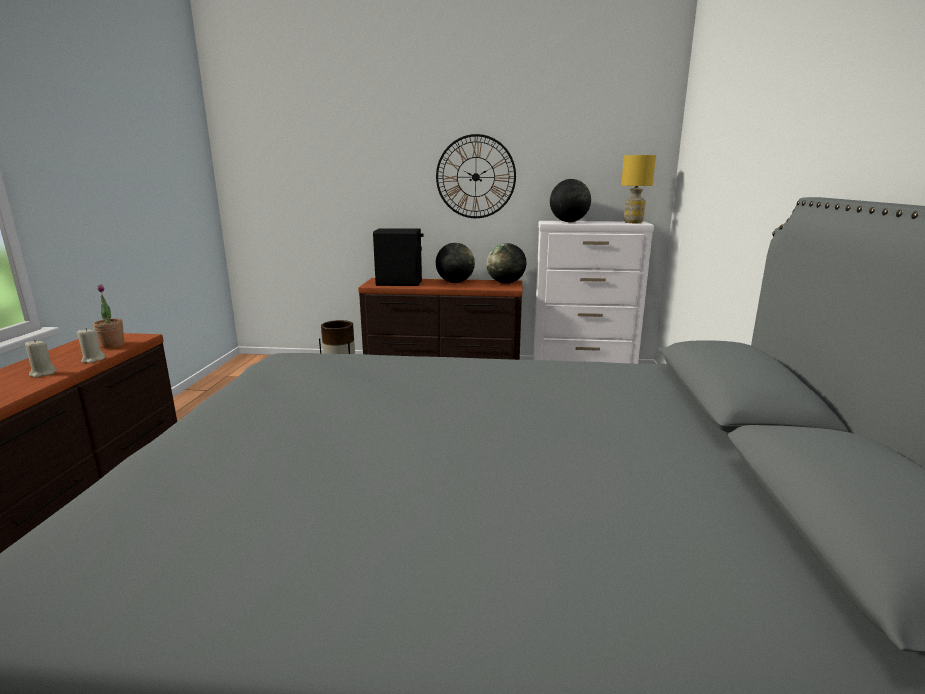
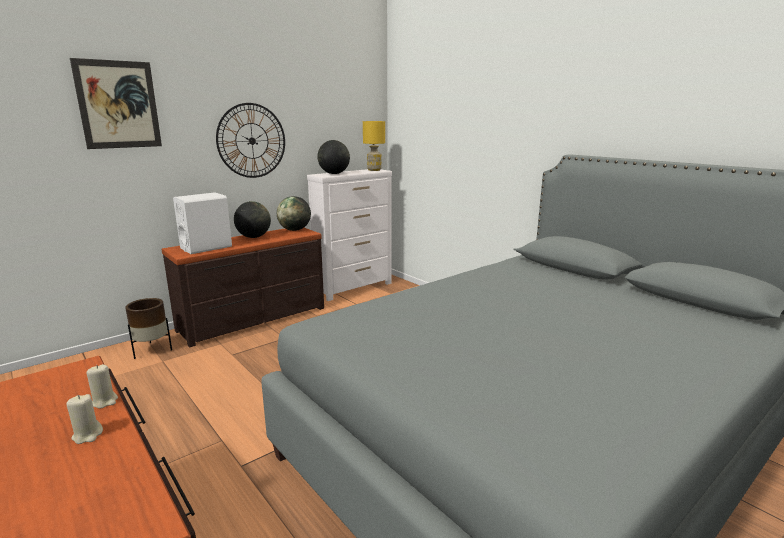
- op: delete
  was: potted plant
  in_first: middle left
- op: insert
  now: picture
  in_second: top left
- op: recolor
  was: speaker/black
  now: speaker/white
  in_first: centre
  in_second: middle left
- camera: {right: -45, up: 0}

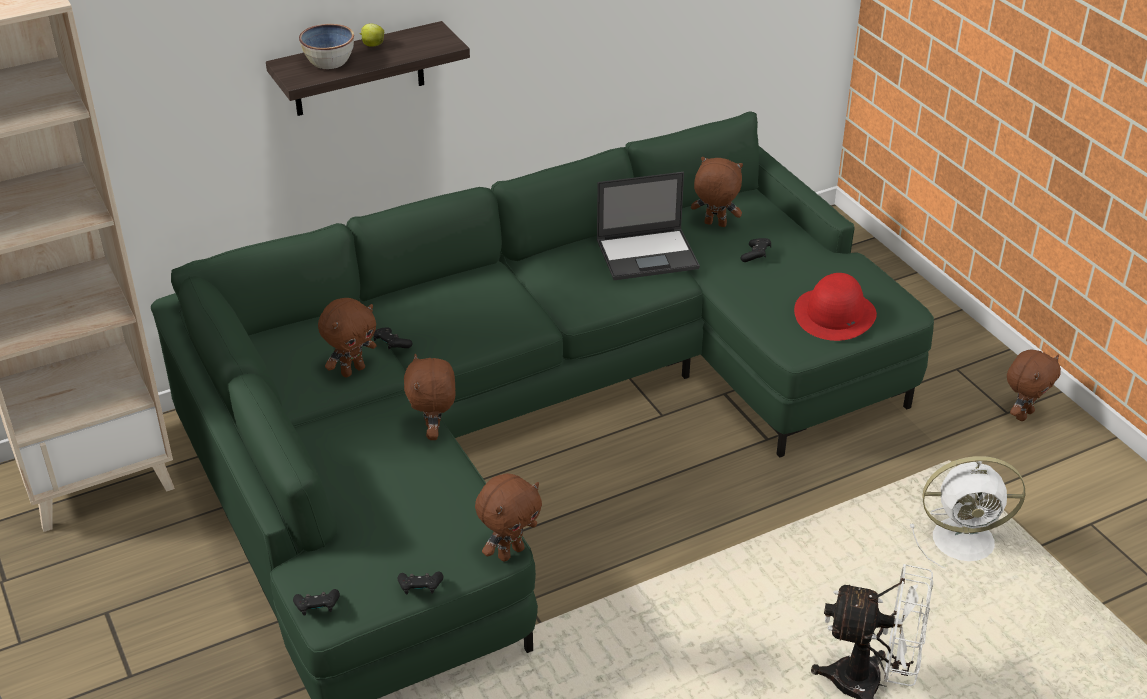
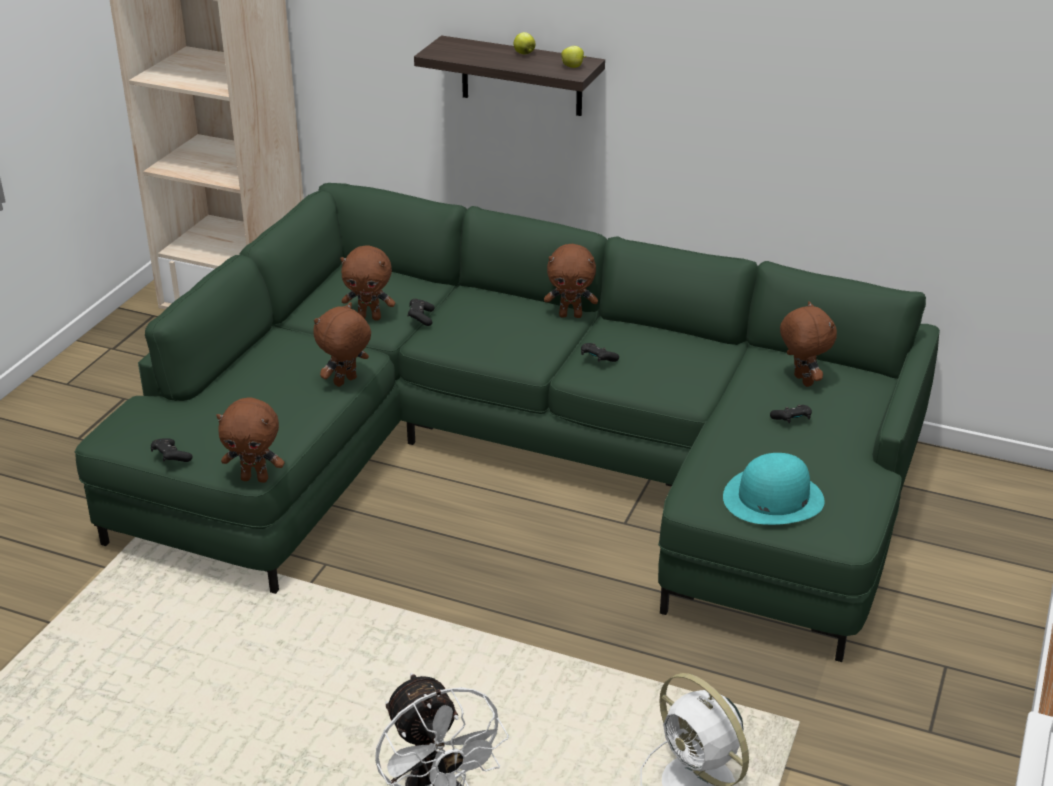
- op: delete
  was: bowl
  in_first: top left
- op: delete
  was: laptop
  in_first: top centre
- op: insert
  now: apple (2nd from left)
  in_second: top centre
- op: move
  was: game controller/black (1st from left in the first image)
  now: game controller/black (3rd from left)
  in_first: bottom left
  in_second: centre
- op: move
  was: plush toy/brown (5th from left in the first image)
  now: plush toy/brown (4th from left)
  in_first: middle right
  in_second: centre
- op: recolor
  was: hat/red
  now: hat/turquoise
  in_first: middle right
  in_second: middle right
- camera: {right: 50, up: -5}

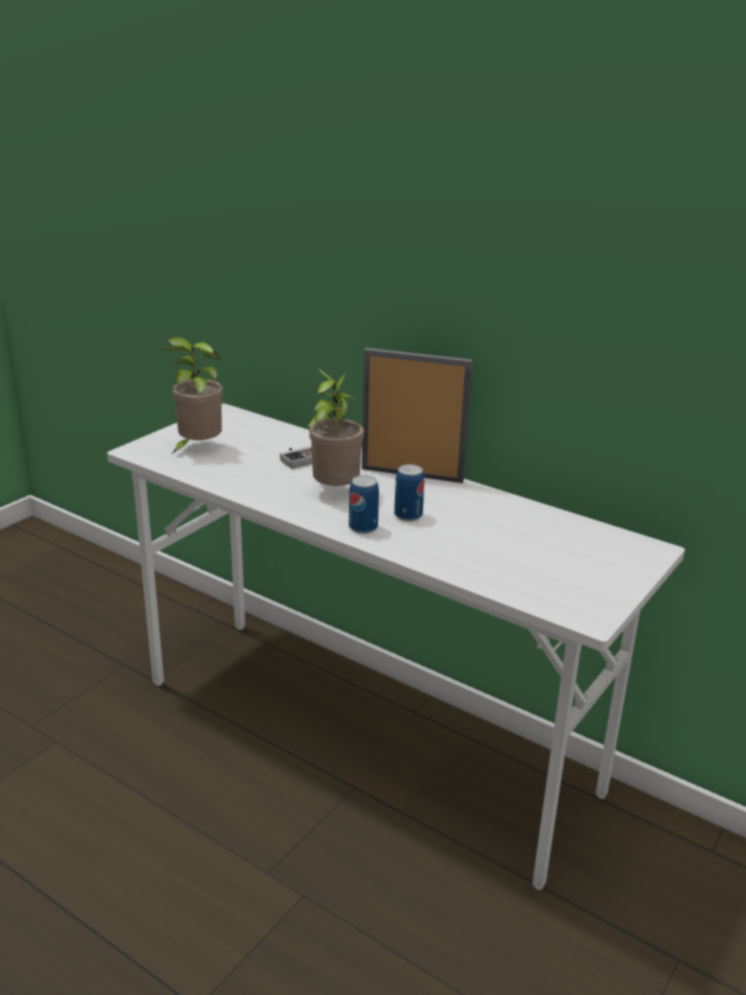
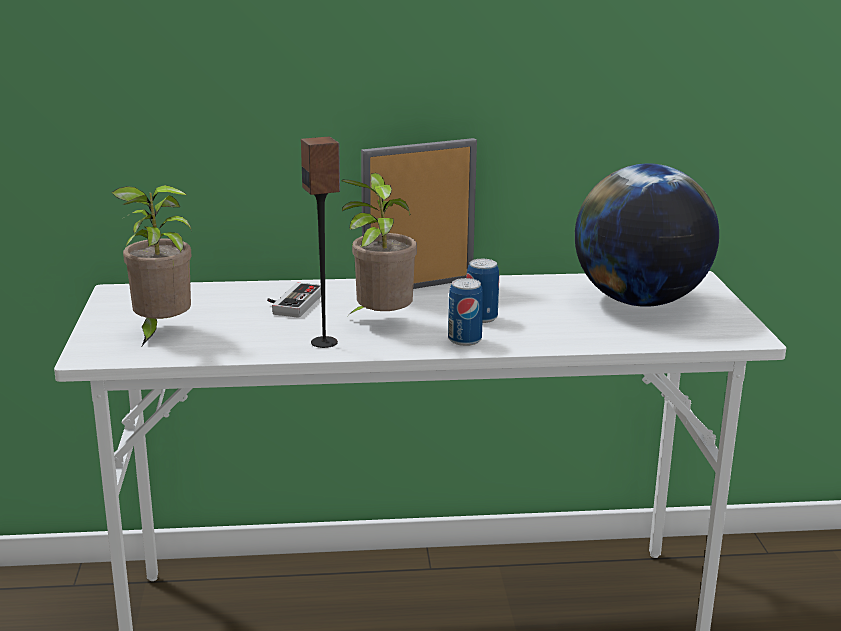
- op: insert
  now: speaker
  in_second: centre
- op: insert
  now: globe
  in_second: middle right
- camera: {right: -40, up: -5}

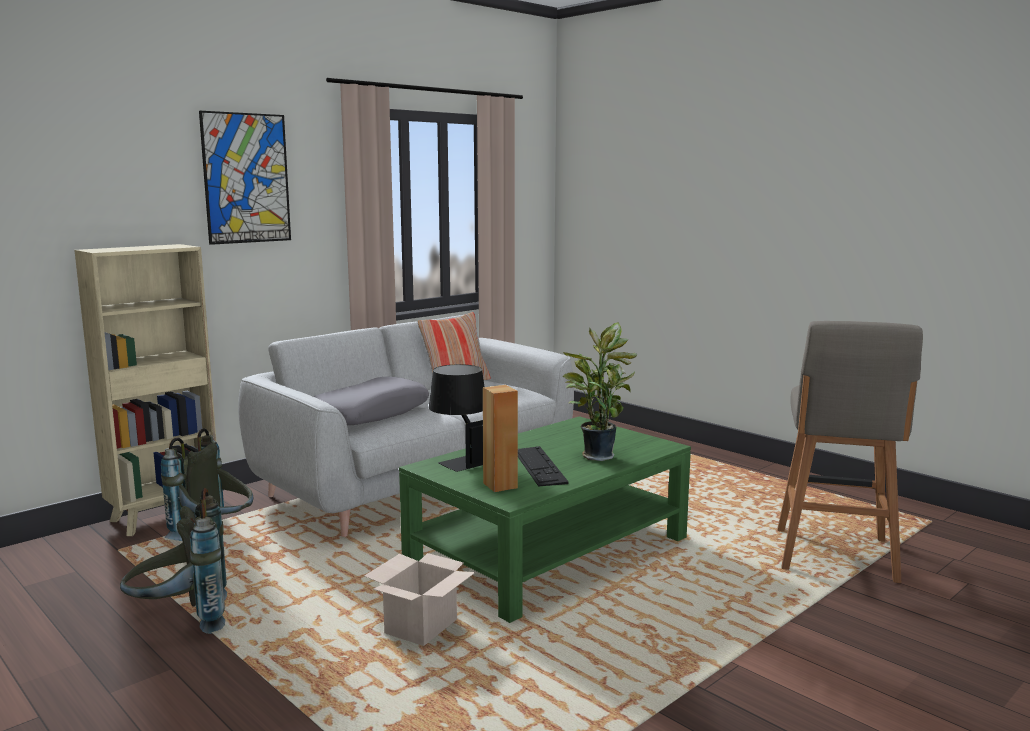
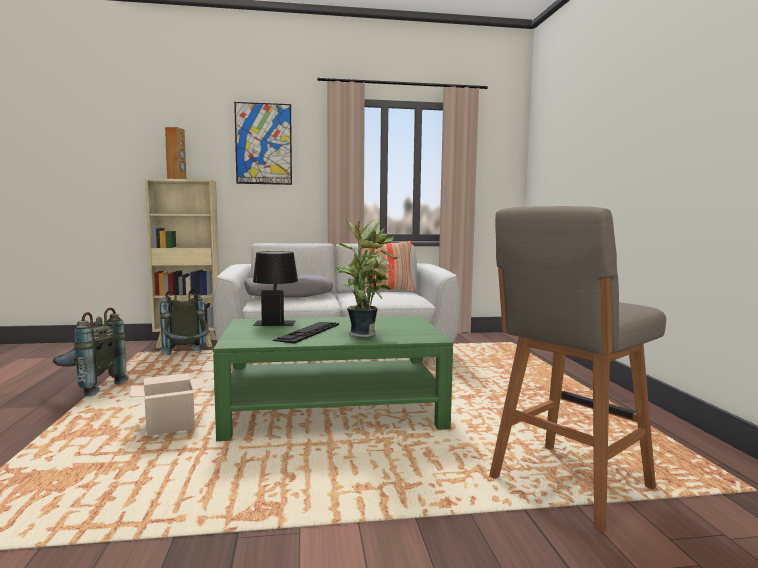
- op: move
  was: speaker/brown
  in_first: centre
  in_second: top left
- camera: {right: 35, up: -5}

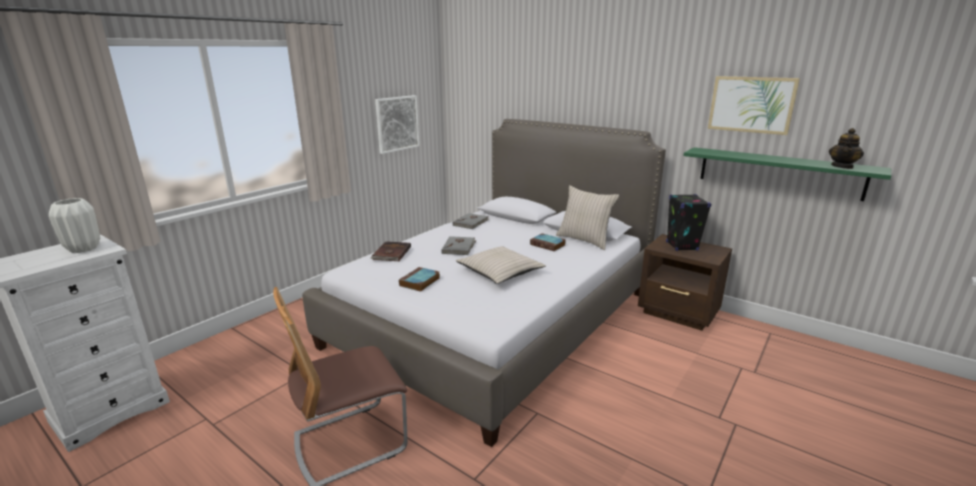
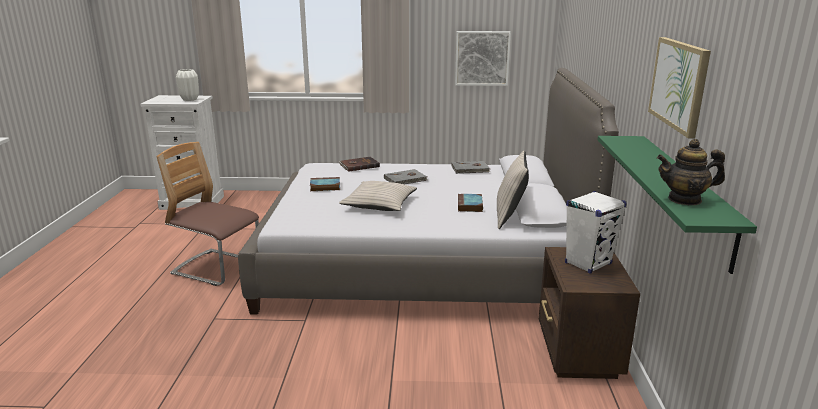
- op: recolor
  was: speaker/black
  now: speaker/white
  in_first: middle right
  in_second: middle right
- camera: {right: 55, up: 0}

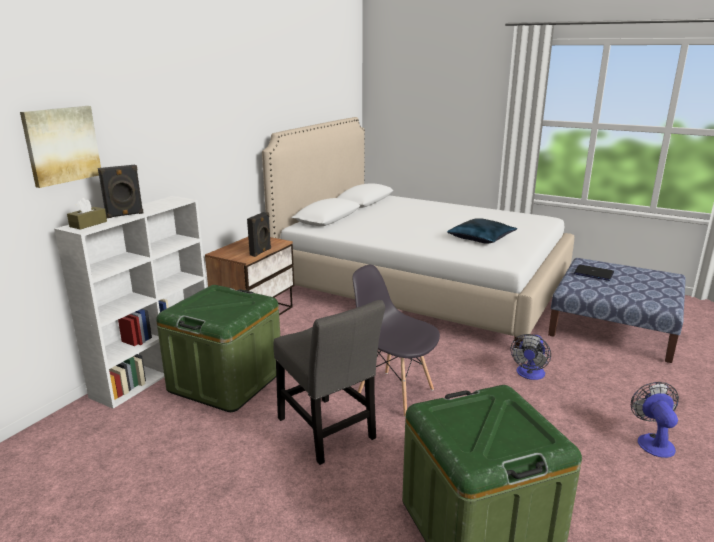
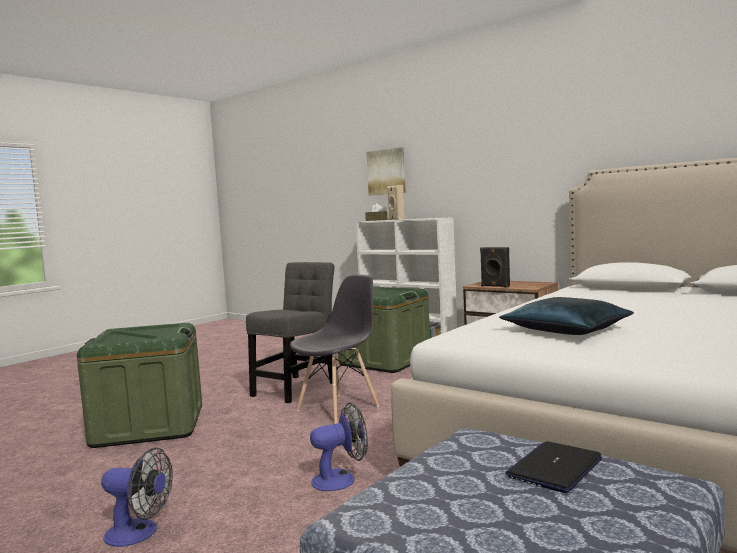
- op: recolor
  was: speaker/black (1st from left)
  now: speaker/beige
  in_first: middle left
  in_second: centre
- op: rotate
  was: chair/grey (1st from left)
  in_first: bottom centre
  in_second: centre
  clockwise: 150
- op: rotate
  was: fan (1st from left in the first image)
  in_first: middle right
  in_second: bottom centre
  clockwise: 120
- camera: {right: 100, up: -15}

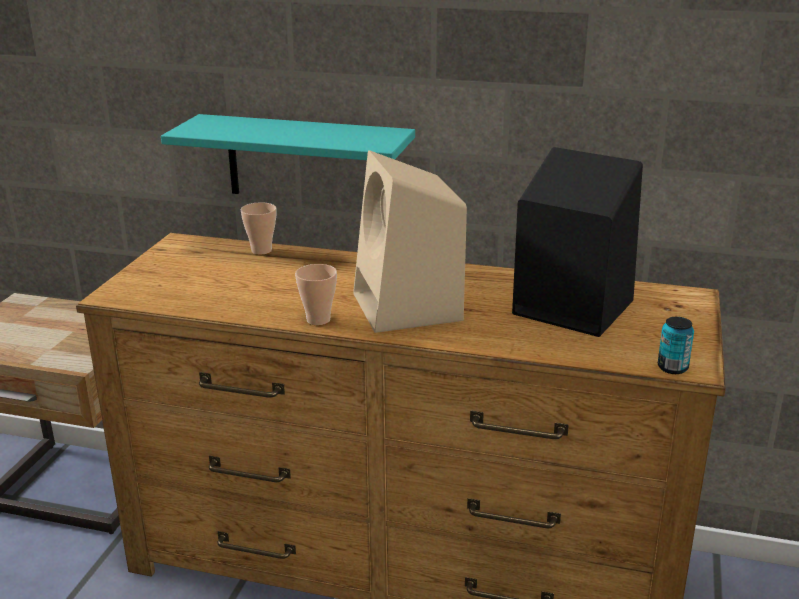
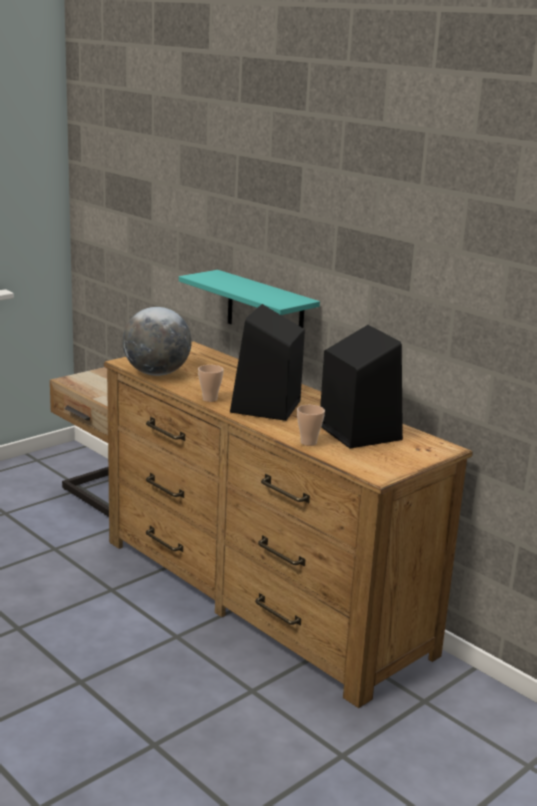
- op: delete
  was: can
  in_first: middle right
- op: insert
  now: globe
  in_second: middle left
- op: move
  was: cup (1st from left in the first image)
  now: cup (2nd from left)
  in_first: middle left
  in_second: centre
- op: recolor
  was: speaker/beige
  now: speaker/black (1st from left)
  in_first: centre
  in_second: centre
- camera: {right: 30, up: -5}

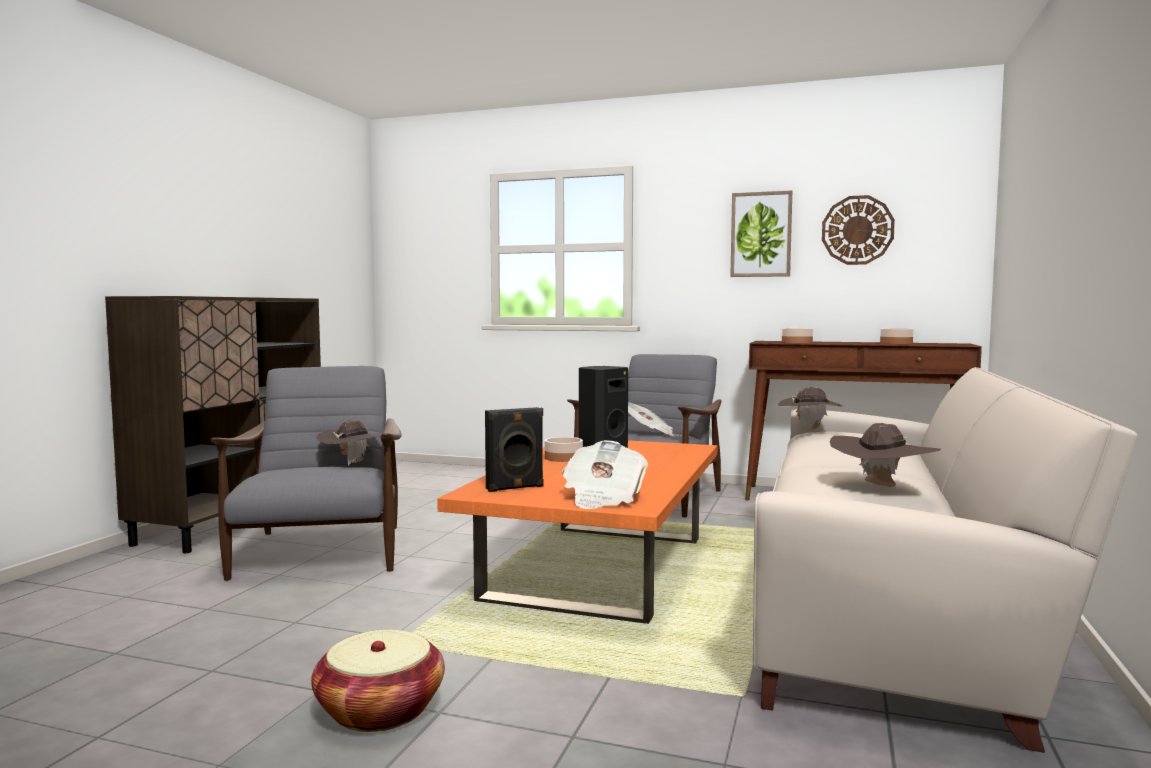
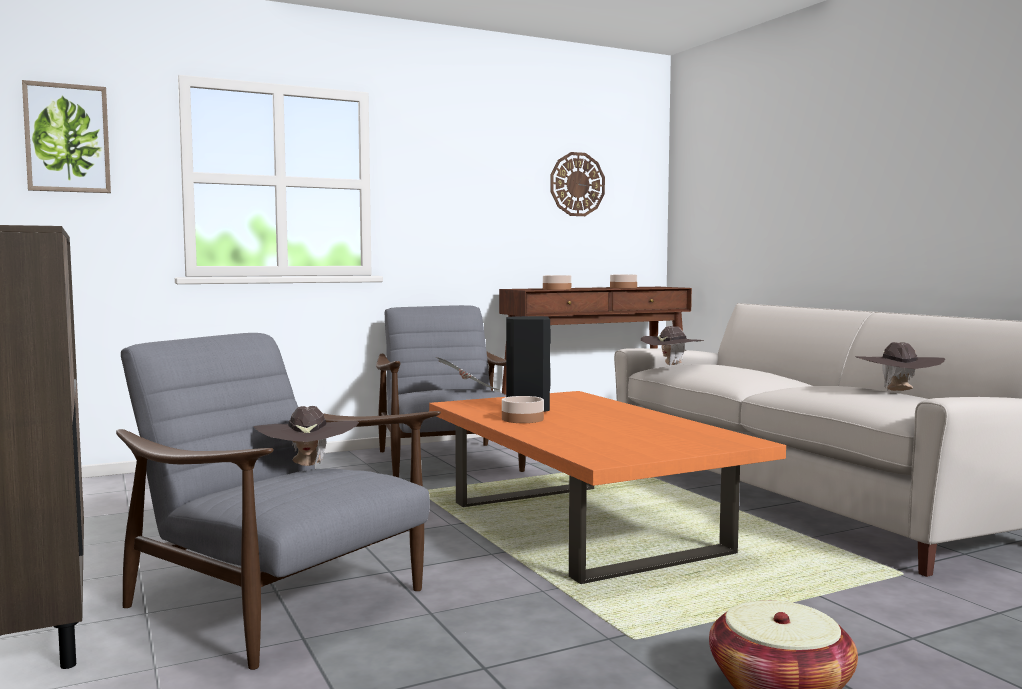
- op: delete
  was: speaker/black (1st from left)
  in_first: centre
- op: delete
  was: newspaper (1st from left)
  in_first: centre
- op: move
  was: picture
  in_first: top centre
  in_second: top left
- camera: {right: -45, up: 0}

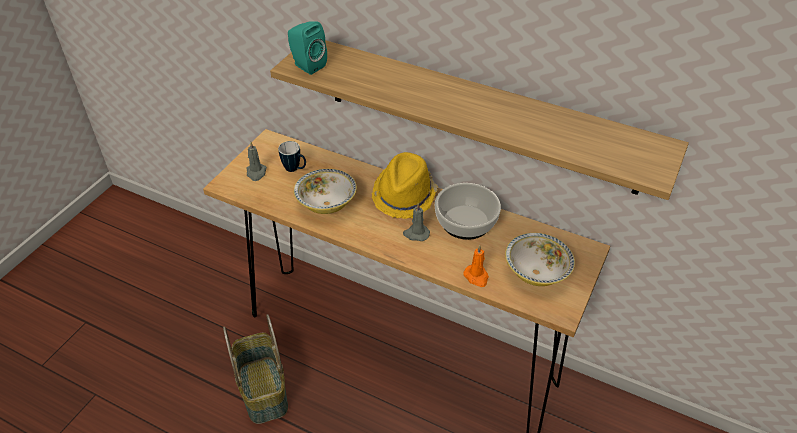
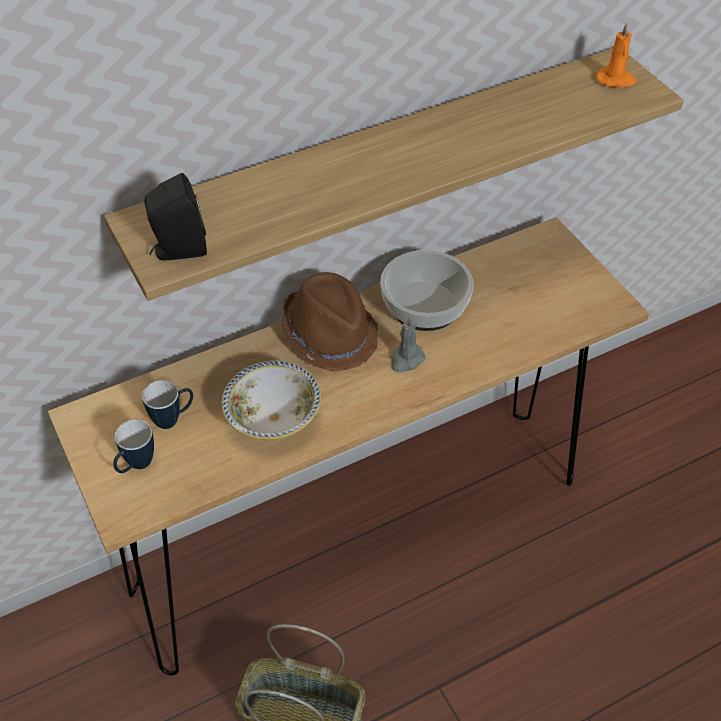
- op: delete
  was: bowl (3rd from left)
  in_first: middle right
- op: move
  was: candle/orange
  in_first: centre
  in_second: top right
- op: replace
  was: candle/grey (1st from left)
  now: mug (1st from left)
  in_first: middle left
  in_second: middle left
- op: recolor
  was: speaker/turquoise
  now: speaker/black
  in_first: top centre
  in_second: top left
- op: recolor
  was: hat/yellow
  now: hat/brown
  in_first: centre
  in_second: centre
- camera: {right: -55, up: 5}

